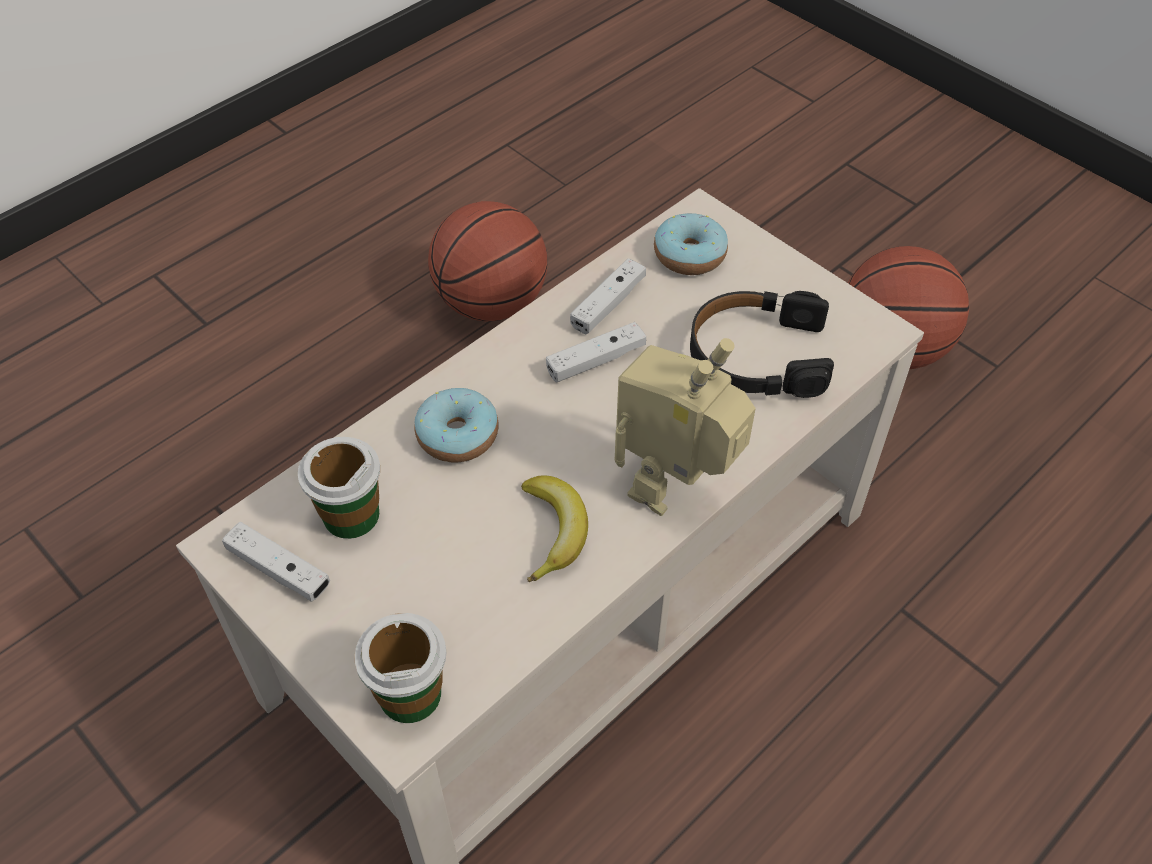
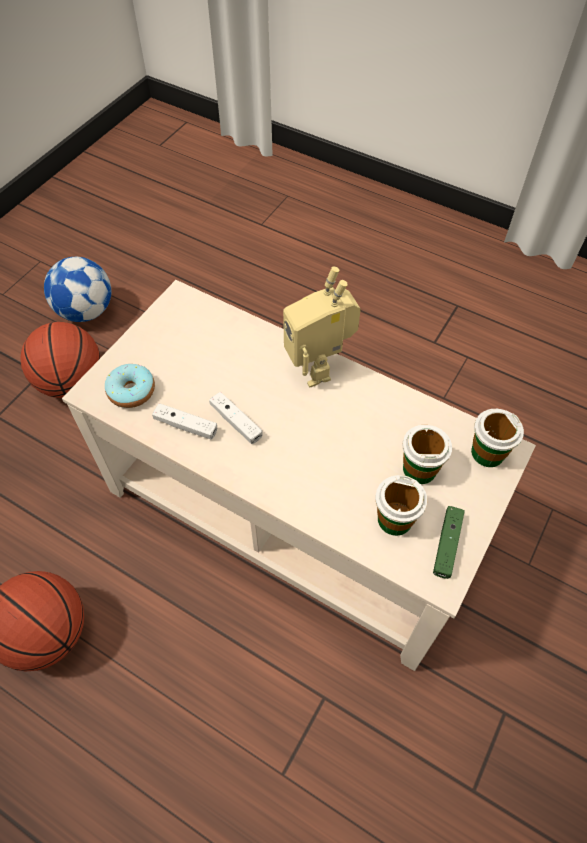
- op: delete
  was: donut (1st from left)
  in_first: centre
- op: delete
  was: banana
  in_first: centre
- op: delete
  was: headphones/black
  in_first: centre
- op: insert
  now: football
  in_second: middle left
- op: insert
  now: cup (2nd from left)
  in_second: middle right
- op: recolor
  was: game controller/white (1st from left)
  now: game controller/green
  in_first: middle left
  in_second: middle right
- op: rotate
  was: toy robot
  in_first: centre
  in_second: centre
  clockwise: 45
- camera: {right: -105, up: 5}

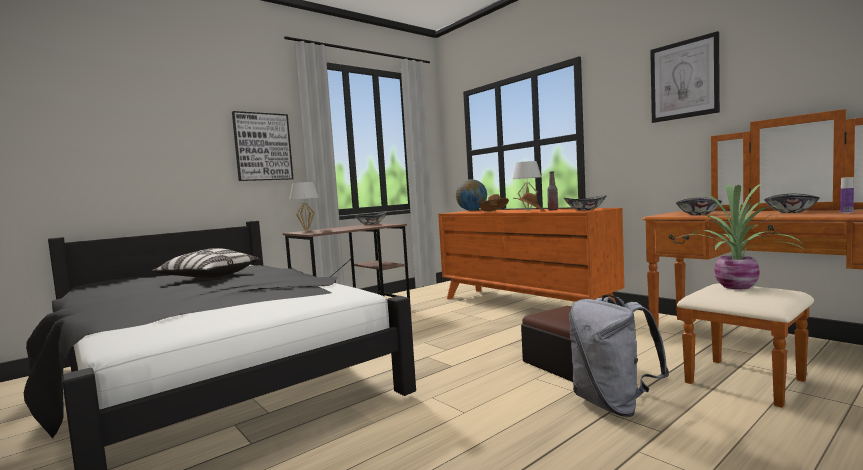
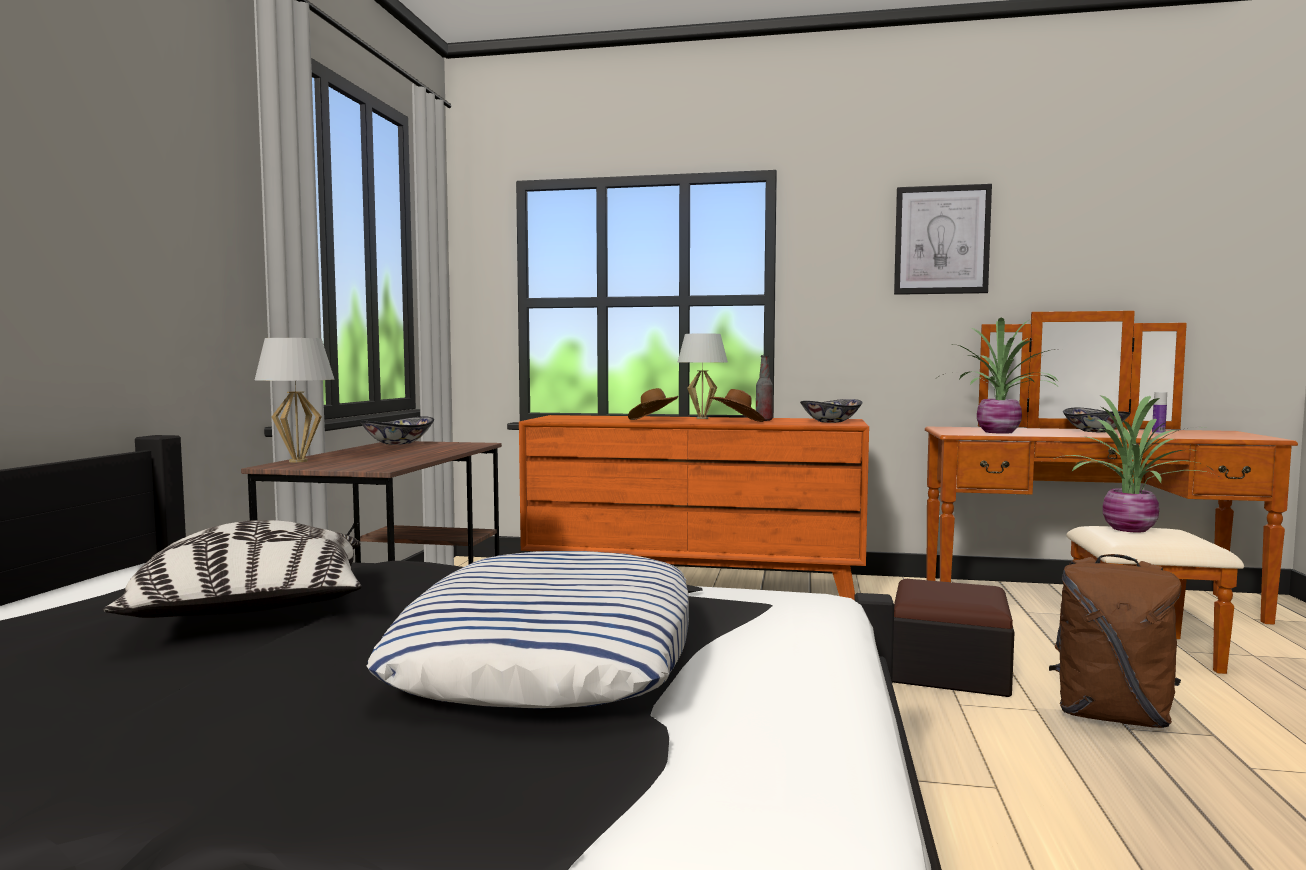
- op: delete
  was: picture (1st from left)
  in_first: top left
- op: delete
  was: globe
  in_first: centre
- op: insert
  now: pillow (2nd from left)
  in_second: bottom centre
- op: replace
  was: bowl (3rd from left)
  now: potted plant (1st from left)
  in_first: middle right
  in_second: middle right
- op: recolor
  was: backpack/grey
  now: backpack/brown
  in_first: bottom right
  in_second: bottom right
- camera: {right: -40, up: 0}

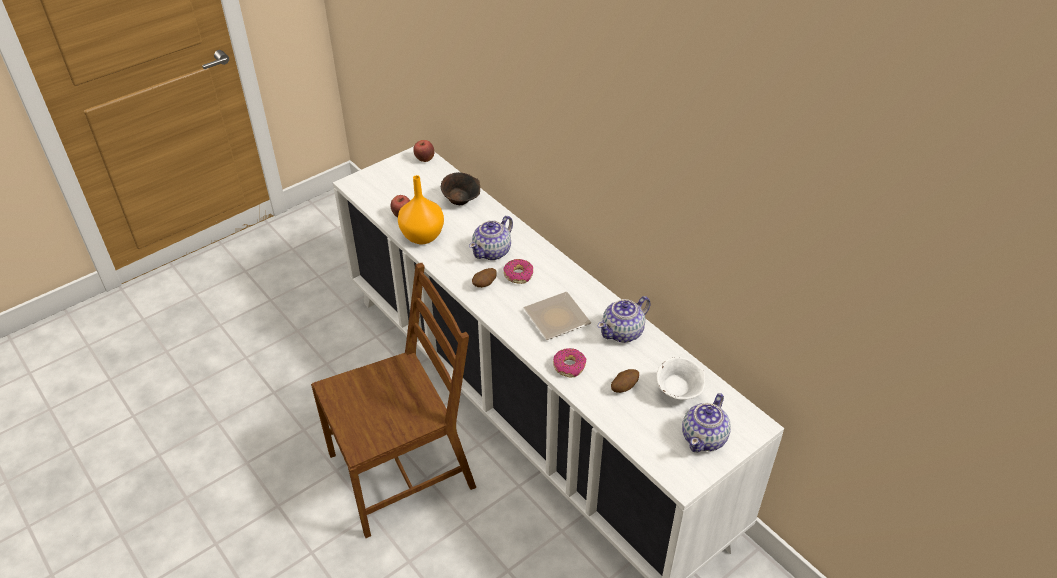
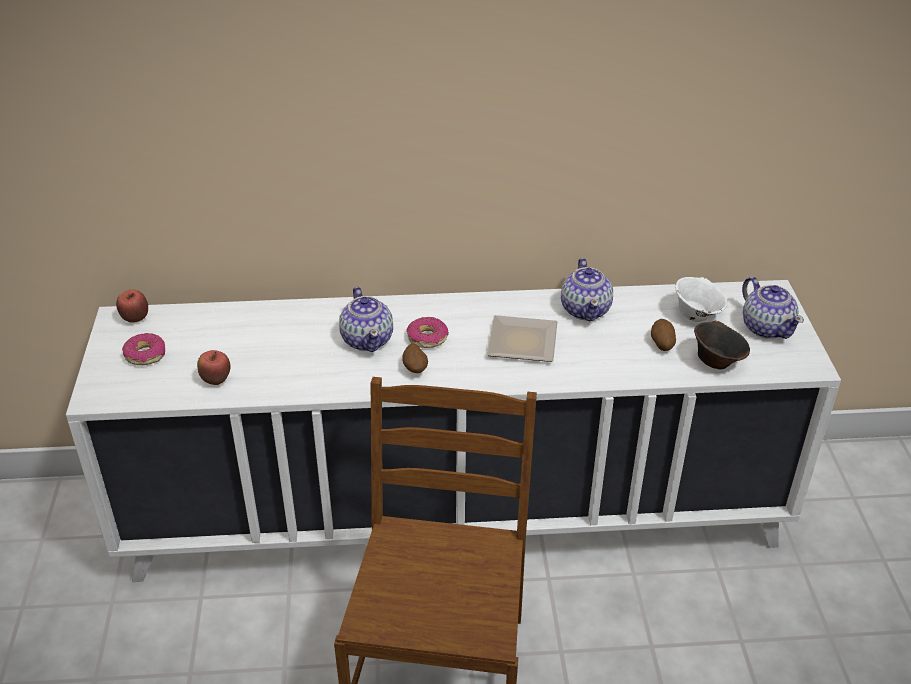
- op: delete
  was: vase/orange
  in_first: centre
- op: move
  was: bowl/brown
  in_first: top centre
  in_second: middle right
- op: move
  was: donut (2nd from left in the first image)
  now: donut (1st from left)
  in_first: centre
  in_second: middle left
- camera: {right: -55, up: -5}

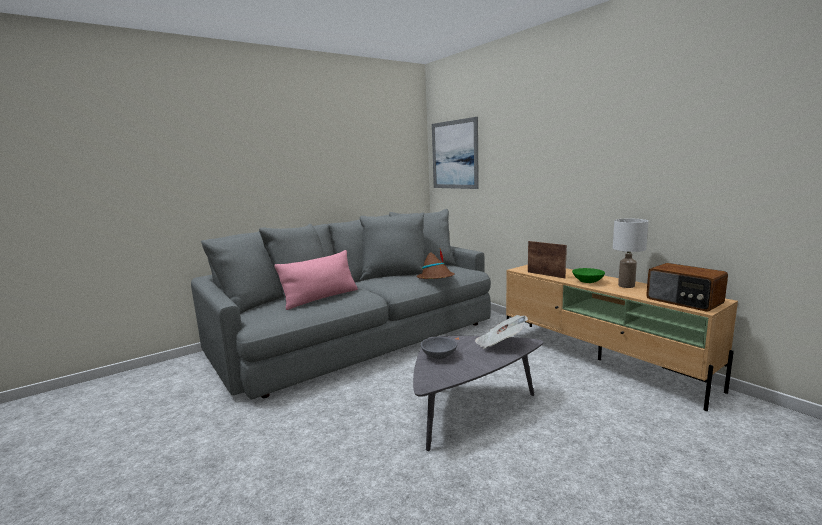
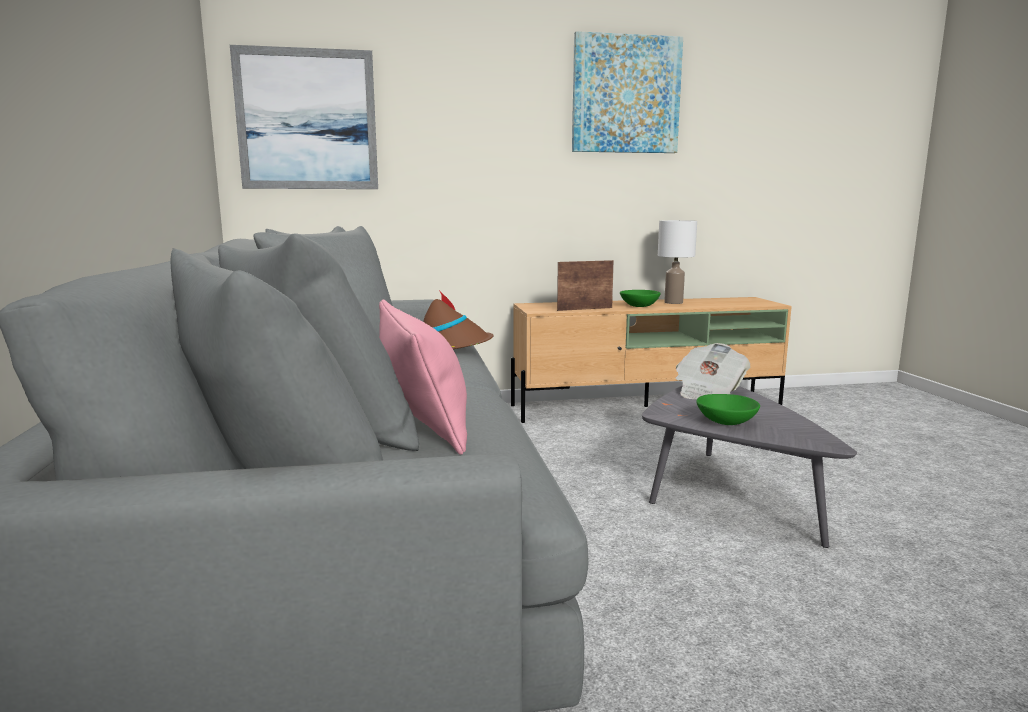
- op: delete
  was: radio
  in_first: middle right
- op: insert
  now: picture (2nd from left)
  in_second: top centre
- op: recolor
  was: bowl/grey
  now: bowl/green (2nd from left)
  in_first: centre
  in_second: middle right
- camera: {right: -65, up: 0}

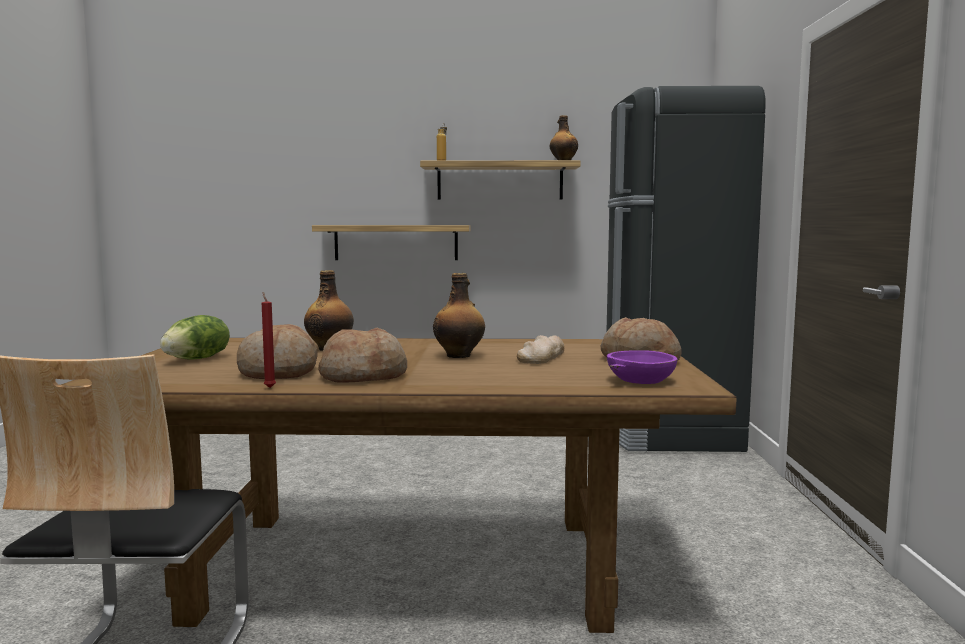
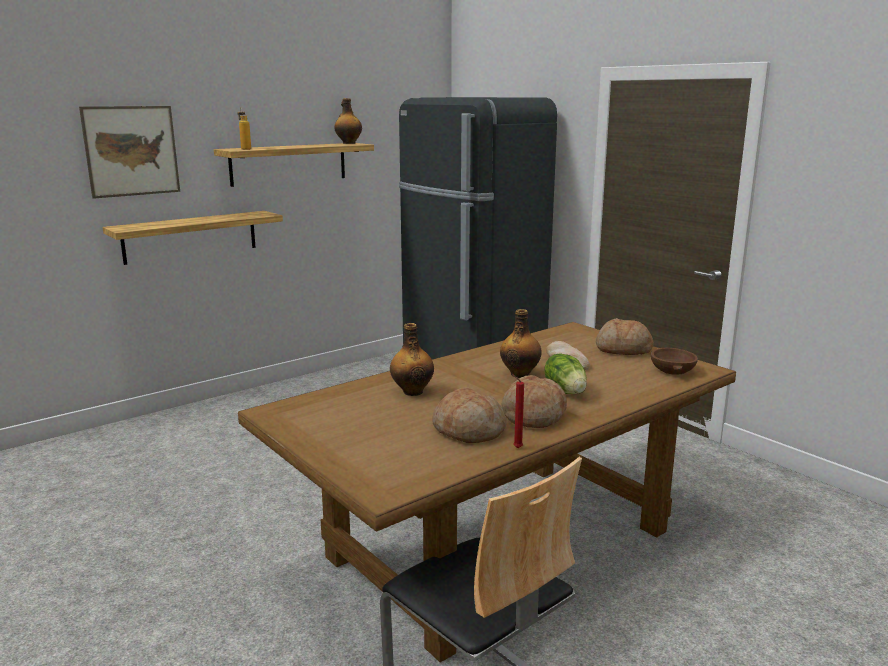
- op: insert
  now: picture
  in_second: top left
- op: move
  was: lettuce
  in_first: middle left
  in_second: centre
- op: recolor
  was: bowl/purple
  now: bowl/brown
  in_first: centre
  in_second: middle right
- camera: {right: -40, up: 10}

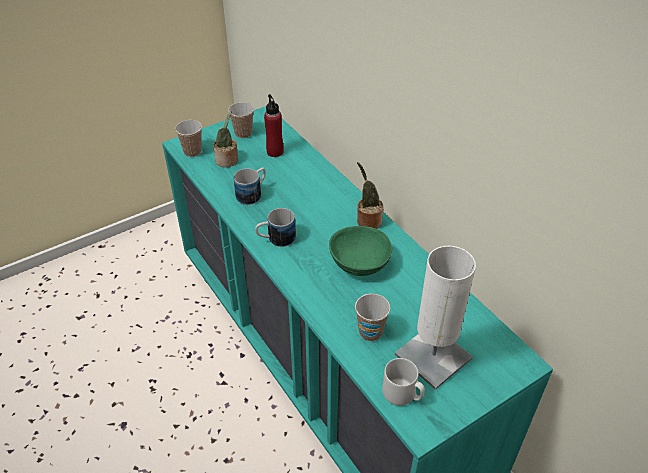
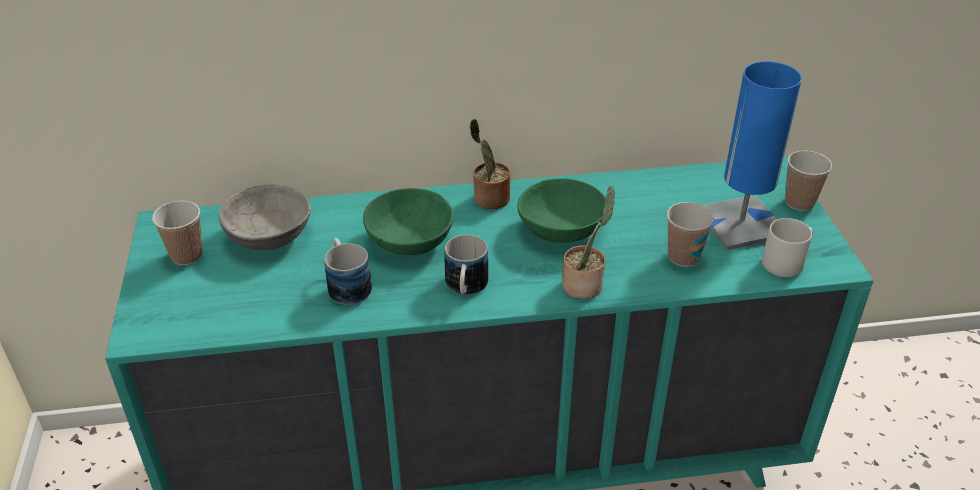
- op: insert
  now: bowl/green (1st from left)
  in_second: centre
- op: move
  was: cup (1st from left in the first image)
  now: cup (3rd from left)
  in_first: top left
  in_second: middle right
- op: move
  was: potted plant (1st from left in the first image)
  now: potted plant (2nd from left)
  in_first: top centre
  in_second: centre
- op: replace
  was: bottle/red
  now: bowl/grey
  in_first: top centre
  in_second: middle left
- op: recolor
  was: table lamp/white
  now: table lamp/blue
  in_first: bottom right
  in_second: top right
- camera: {right: -65, up: -5}

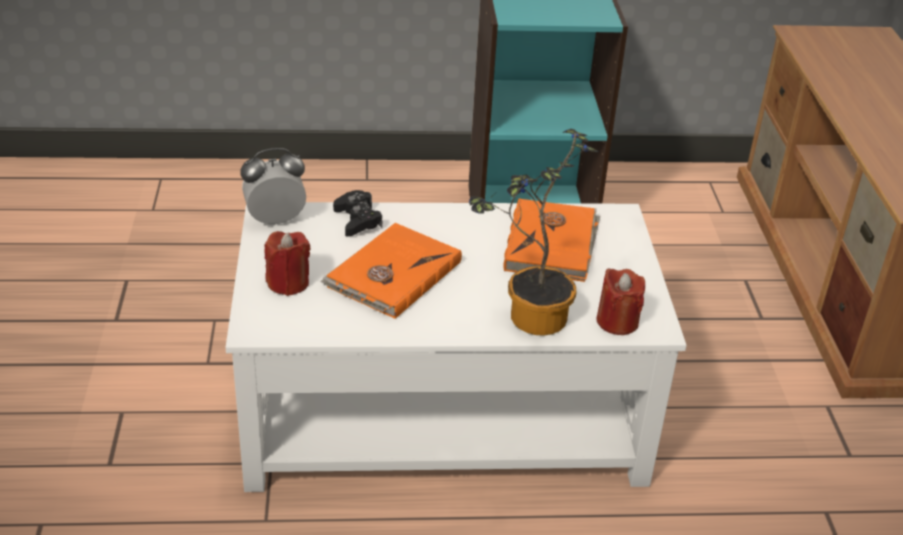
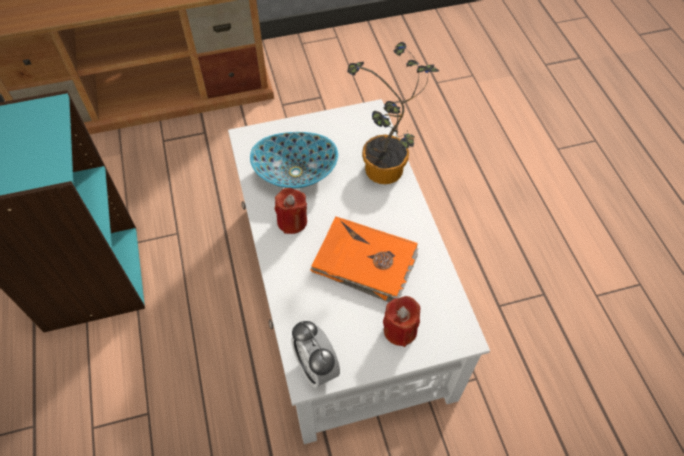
- op: delete
  was: game controller/black
  in_first: centre
- op: move
  was: candle/red (2nd from left in the first image)
  now: candle/red (1st from left)
  in_first: middle right
  in_second: centre
- op: replace
  was: book/orange (2nd from left)
  now: bowl
  in_first: centre
  in_second: centre
- camera: {right: -100, up: 20}

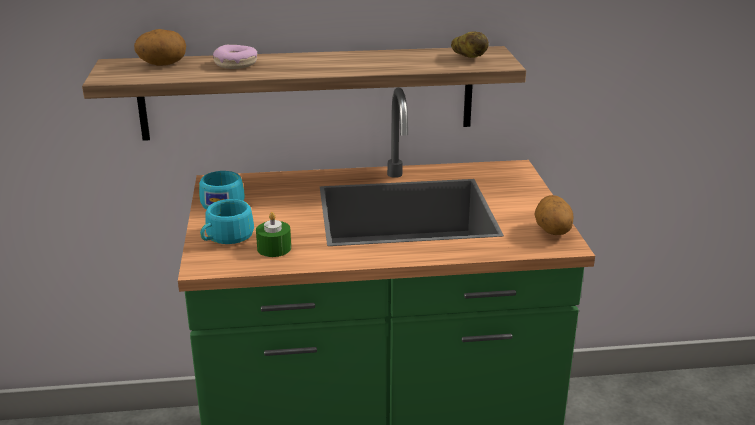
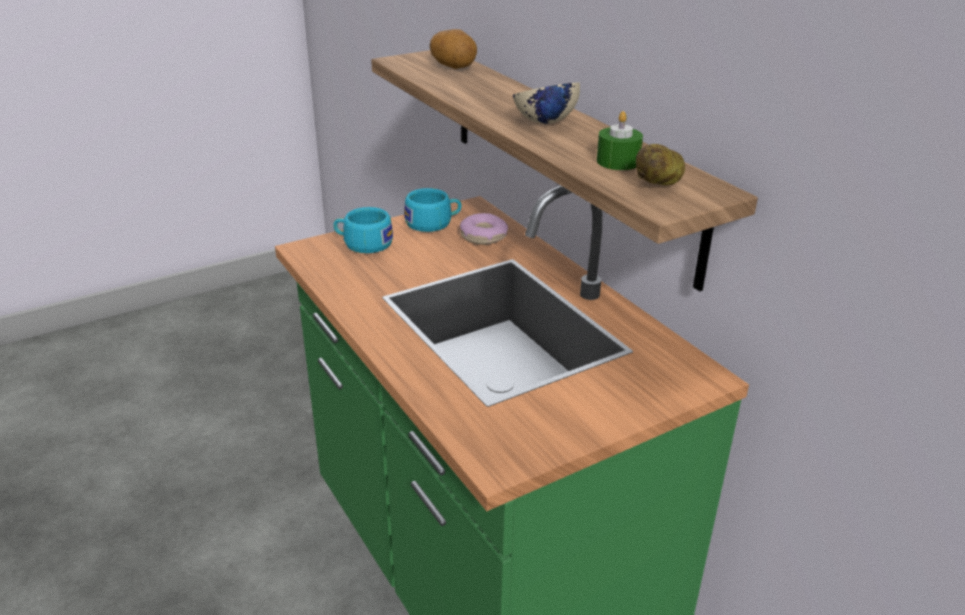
- op: delete
  was: potato (3rd from left)
  in_first: middle right
- op: insert
  now: bowl/beige
  in_second: top centre
- op: move
  was: donut
  in_first: top left
  in_second: centre
- op: move
  was: candle/green
  in_first: centre
  in_second: top centre
- camera: {right: 65, up: 5}

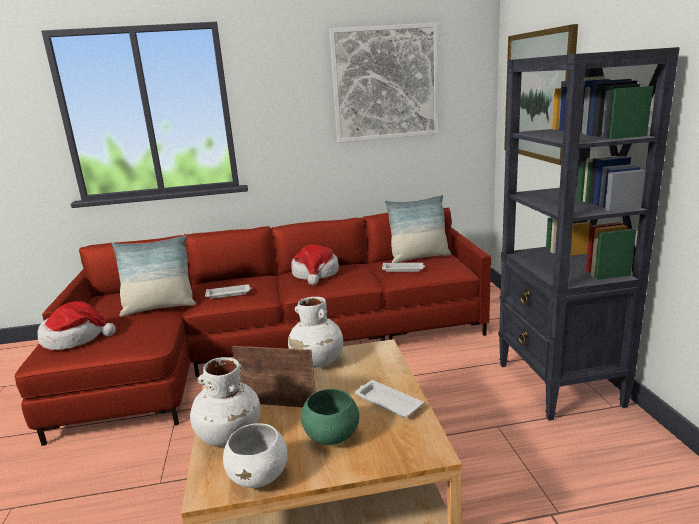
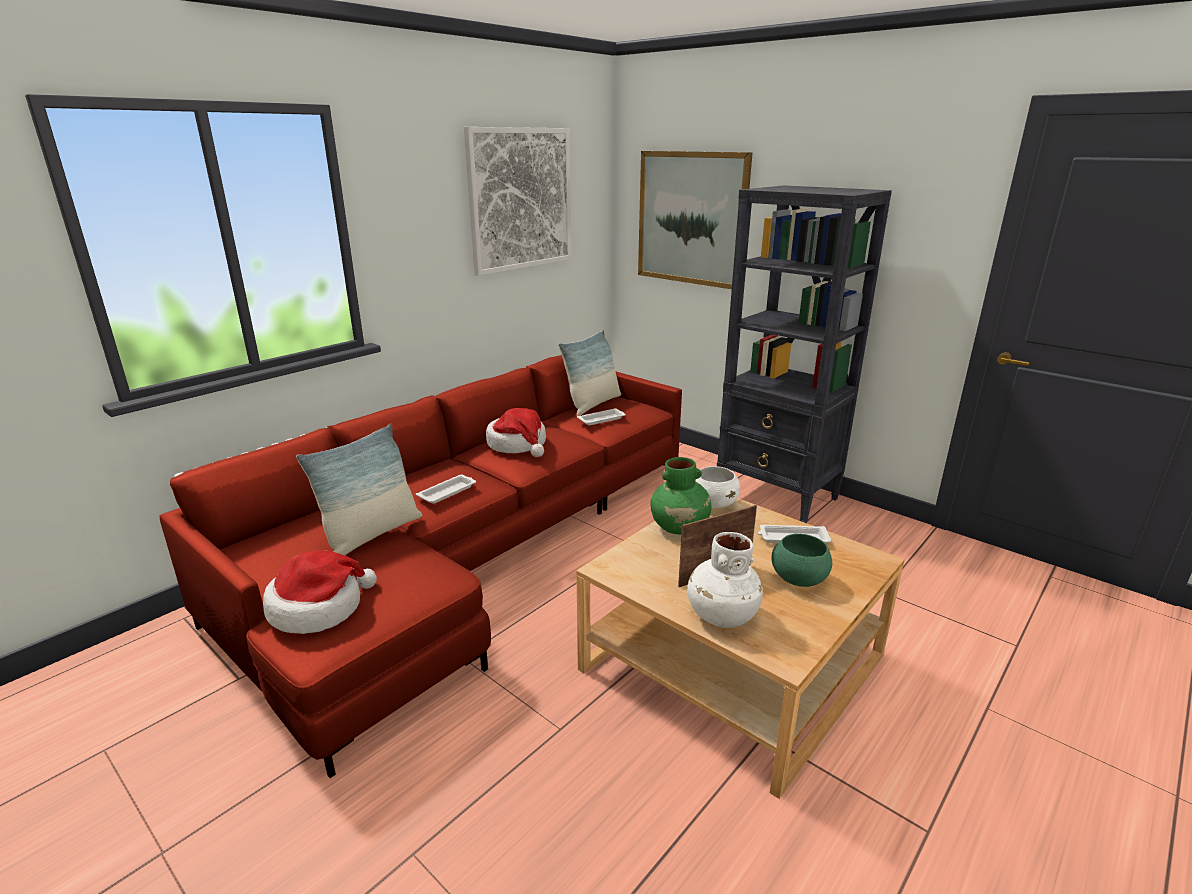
- op: move
  was: bowl/white
  in_first: bottom centre
  in_second: centre
- op: recolor
  was: vase/white (2nd from left)
  now: vase/green
  in_first: centre
  in_second: centre
- camera: {right: -40, up: 5}

